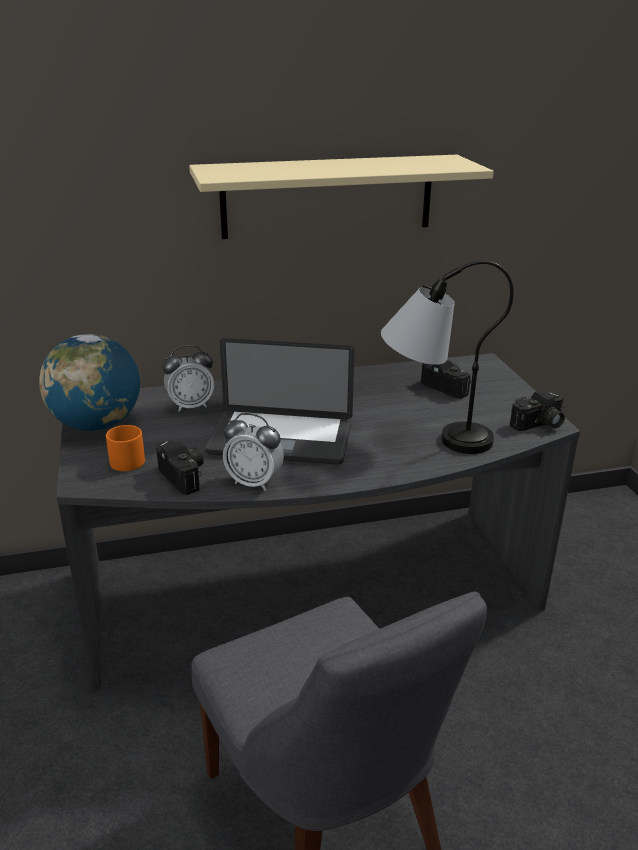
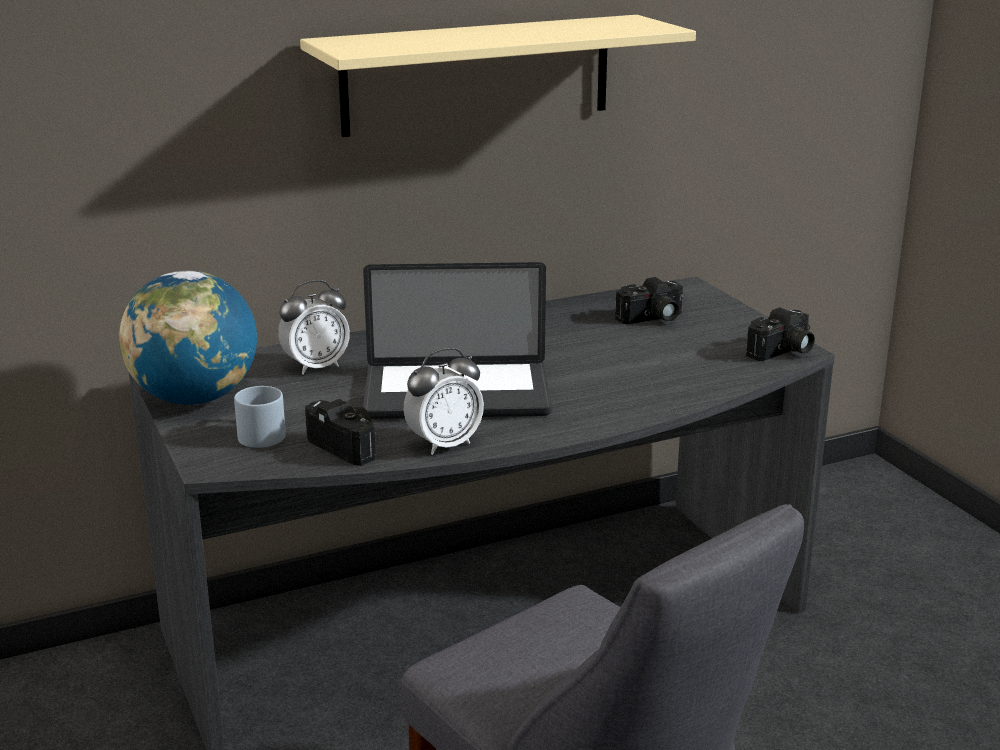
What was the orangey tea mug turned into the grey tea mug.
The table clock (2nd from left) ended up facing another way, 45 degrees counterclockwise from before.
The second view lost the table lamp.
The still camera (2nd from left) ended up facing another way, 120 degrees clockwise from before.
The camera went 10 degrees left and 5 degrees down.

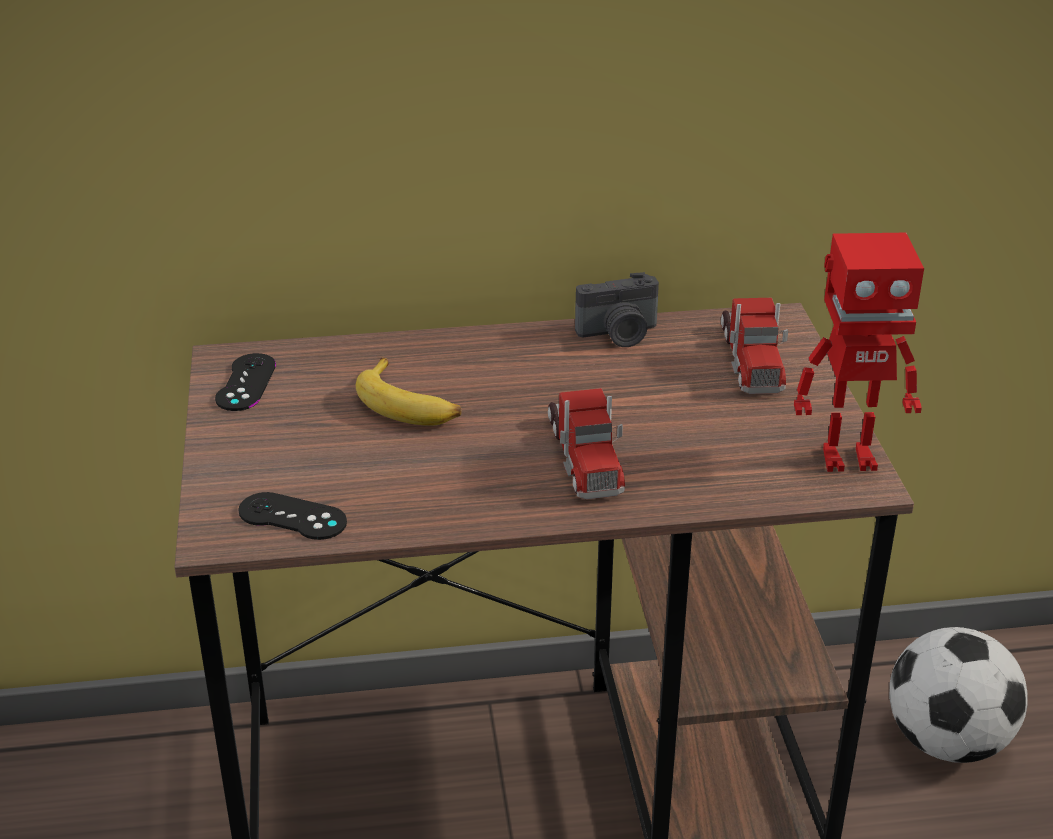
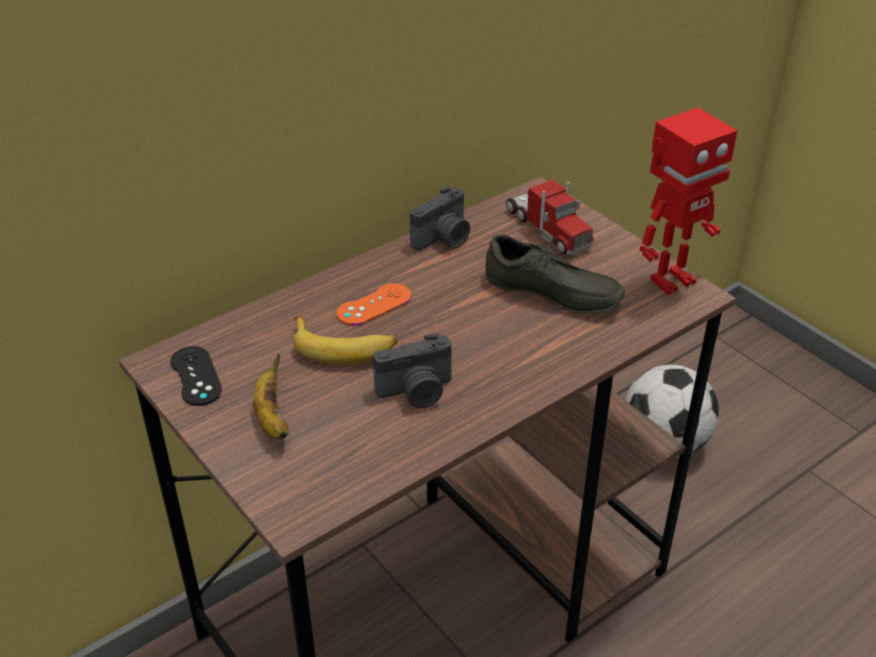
The second view lost the black joypad (2nd from left).
The second view lost the toy lorry (1st from left).
The second view gained the banana fruit (1st from left).
The second view gained the orangey joypad.
The second view gained the still camera (1st from left).
The second view gained the grey shoe.
The camera went 30 degrees left and 5 degrees up.

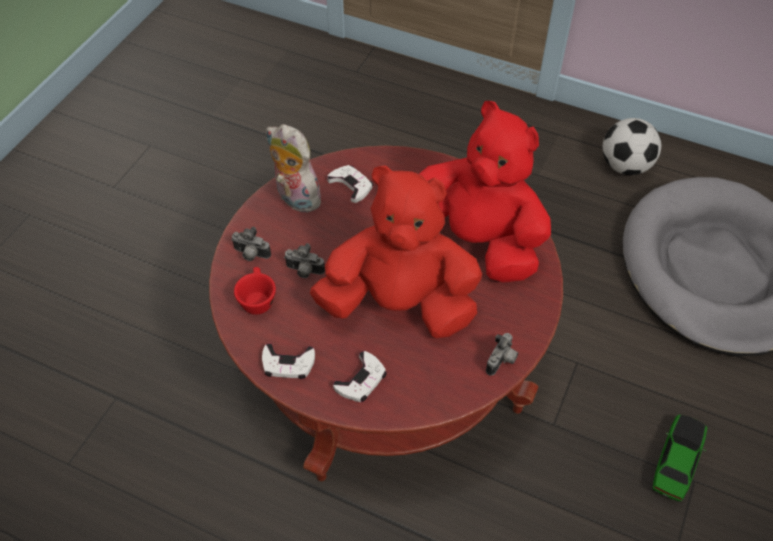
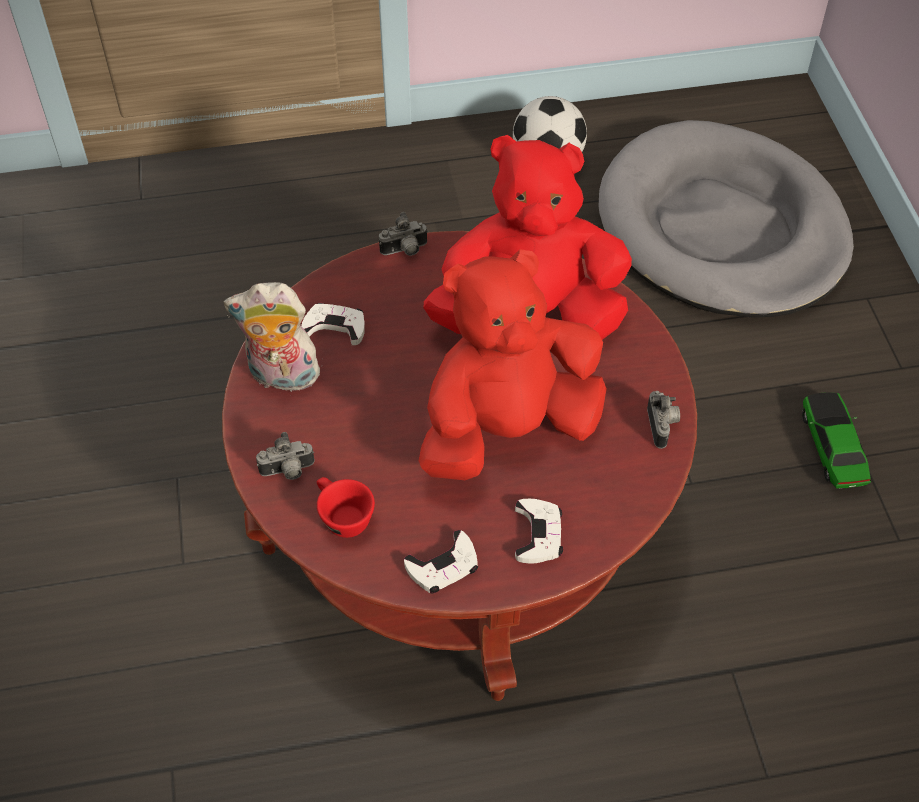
The still camera (2nd from left) ended up elsewhere.
The camera went 35 degrees left and 0 degrees up.

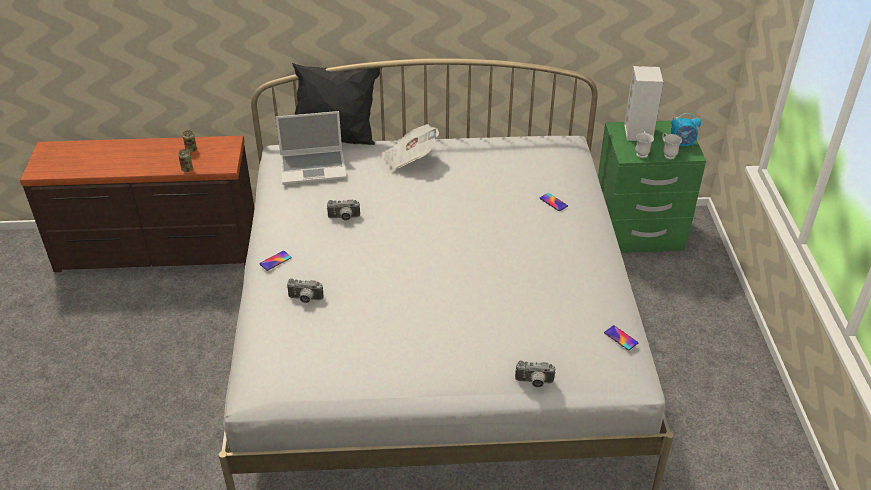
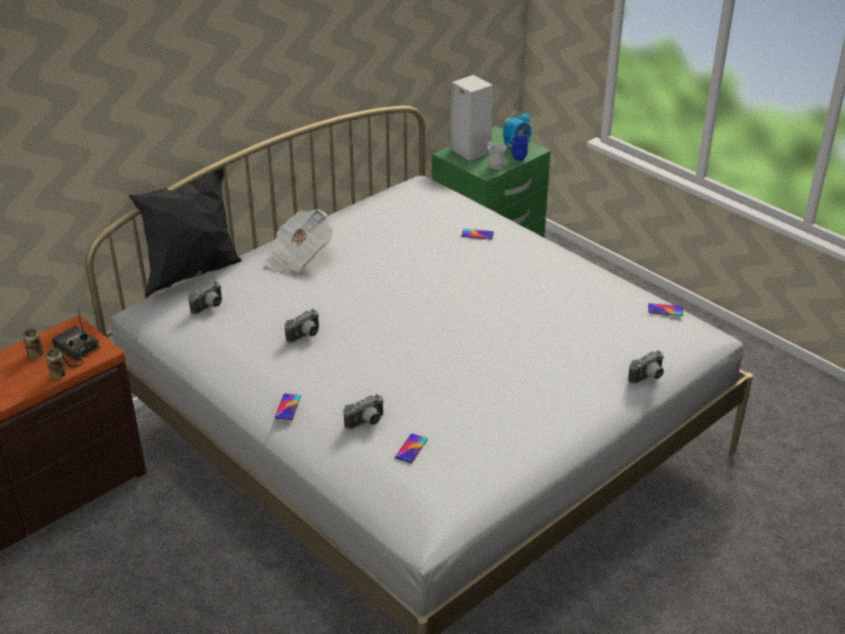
Where the notebook computer stood, the still camera (1st from left) came to stand.
What was the whitish tea mug (2nd from left) turned into the blue-coloured tea mug.
The second view gained the radio set.
The second view gained the phone (2nd from left).
The camera went 40 degrees left and 5 degrees down.

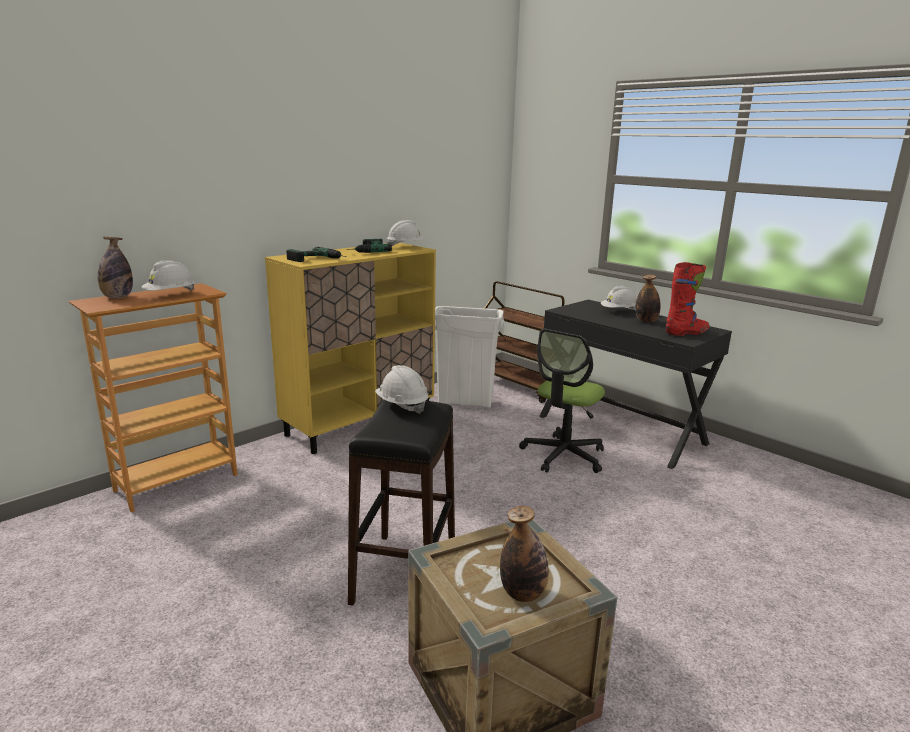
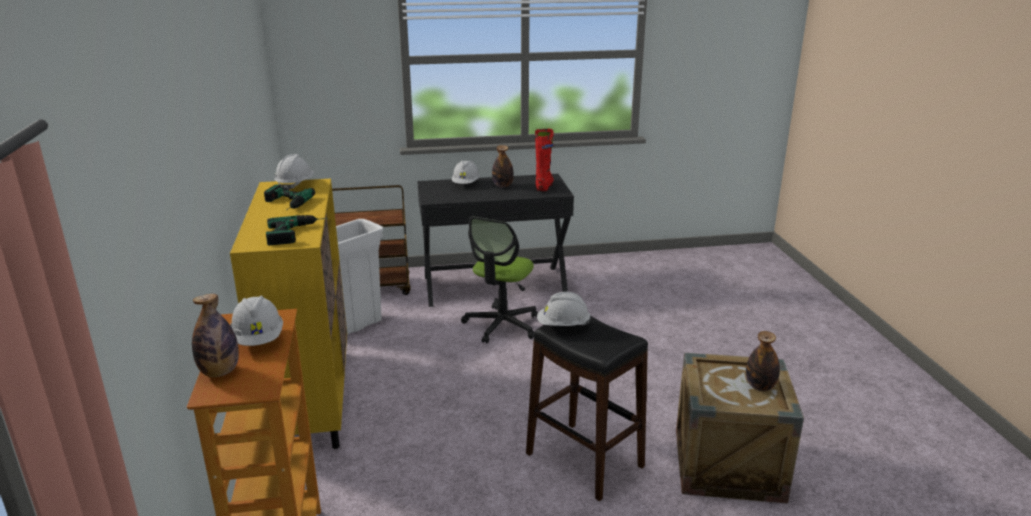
The desk chair ended up facing another way, 45 degrees clockwise from before.
The camera went 55 degrees left and 5 degrees up.

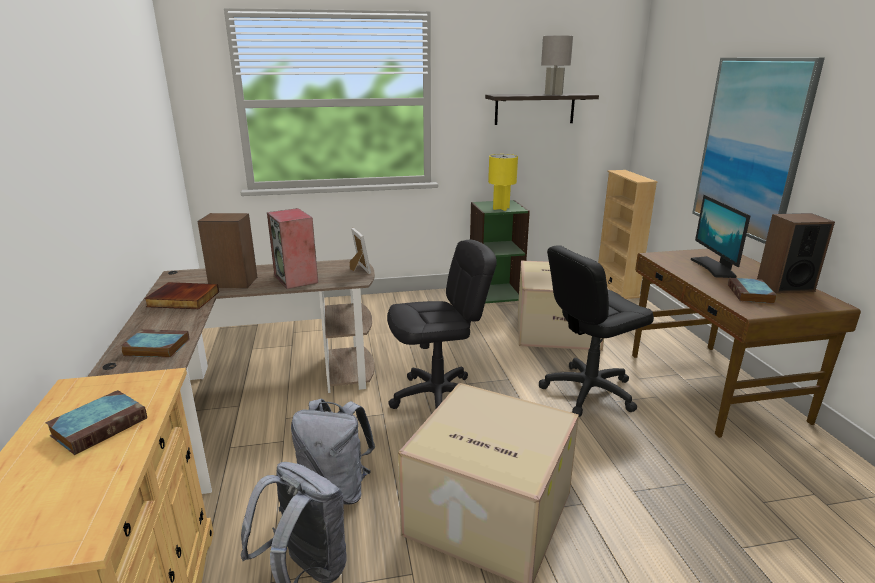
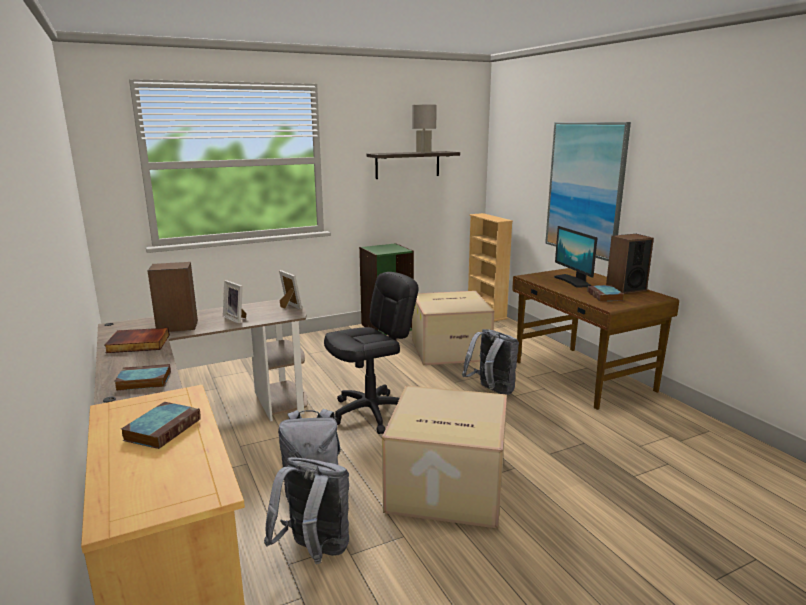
Where the speaker (2nd from left) stood, the picture frame (1st from left) came to stand.
The second view lost the yellowish table lamp.
Where the black desk chair (2nd from left) stood, the grey rucksack (3rd from left) came to stand.
The camera went 15 degrees left and 5 degrees down.

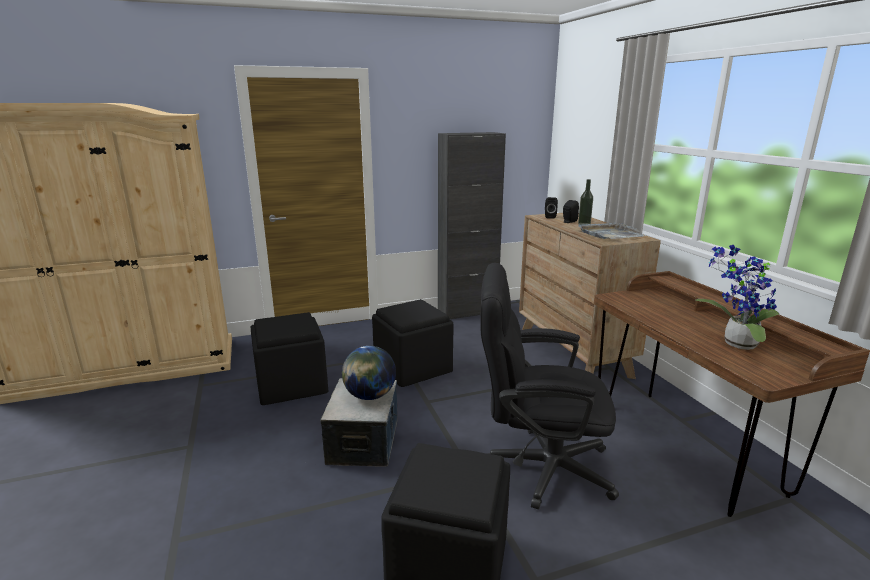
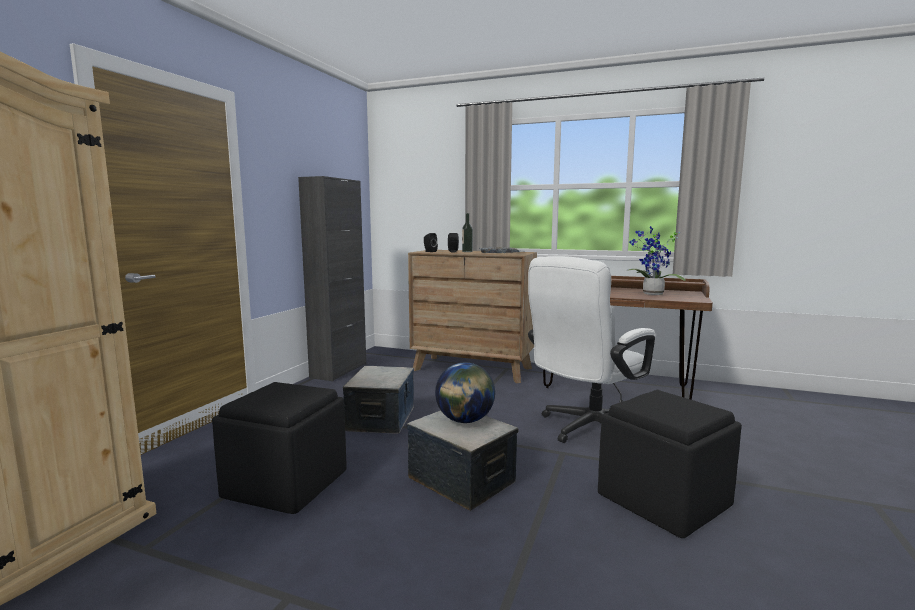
Where the black ottoman (2nd from left) stood, the storage container (1st from left) came to stand.
What was the black desk chair turned into the whitish desk chair.
The camera went 50 degrees left and 10 degrees down.

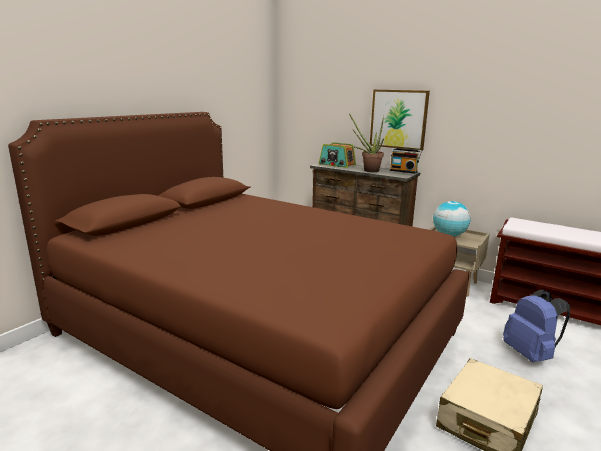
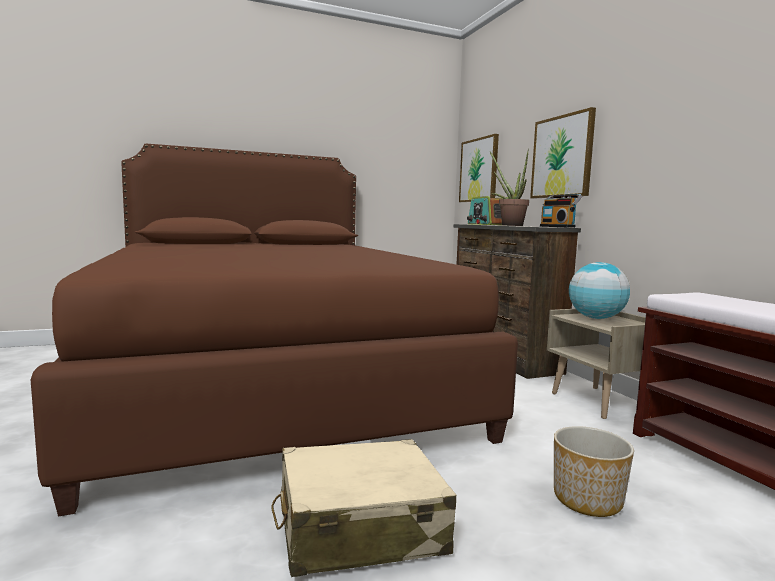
Where the blue-coloured rucksack stood, the flower pot came to stand.
The second view gained the picture (1st from left).
The camera went 35 degrees right and 10 degrees down.

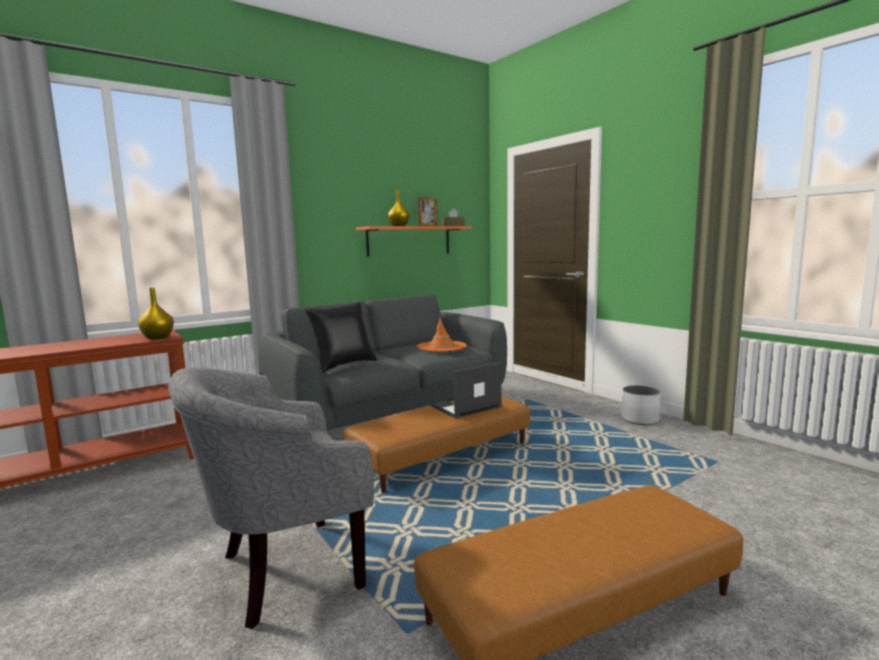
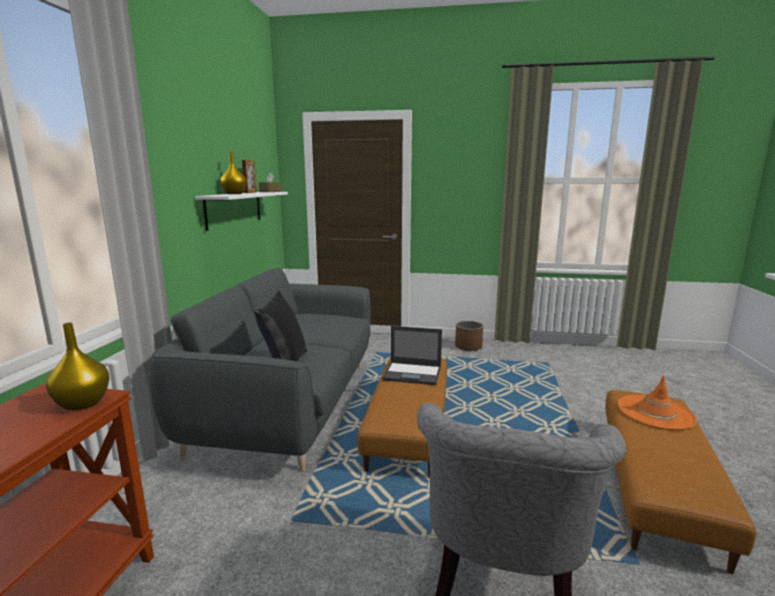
What was the orangey shelf turned into the whitish shelf.
The orangey hat ended up elsewhere.
The notebook computer ended up facing another way, 90 degrees counterclockwise from before.
What was the whitish flower pot turned into the brown flower pot.
The camera went 45 degrees left and 5 degrees up.

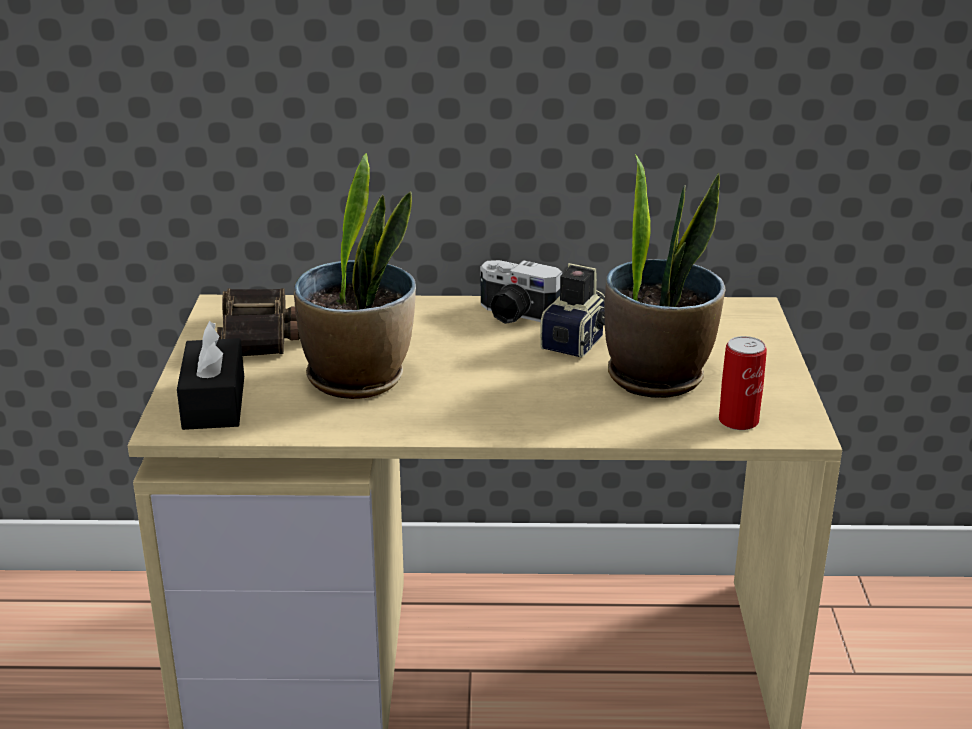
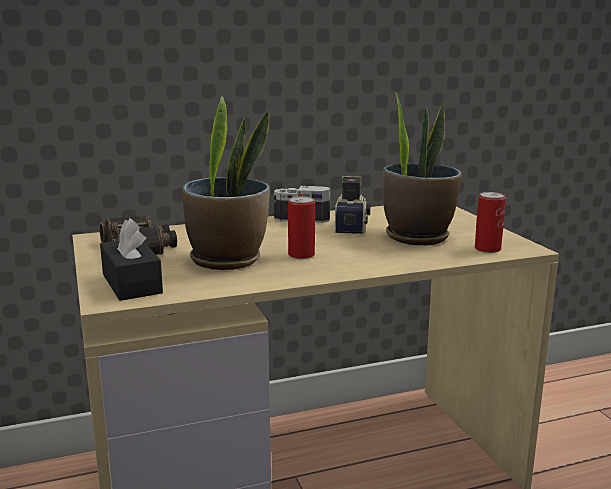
The second view gained the metal can (1st from left).
The camera went 20 degrees left and 10 degrees down.

